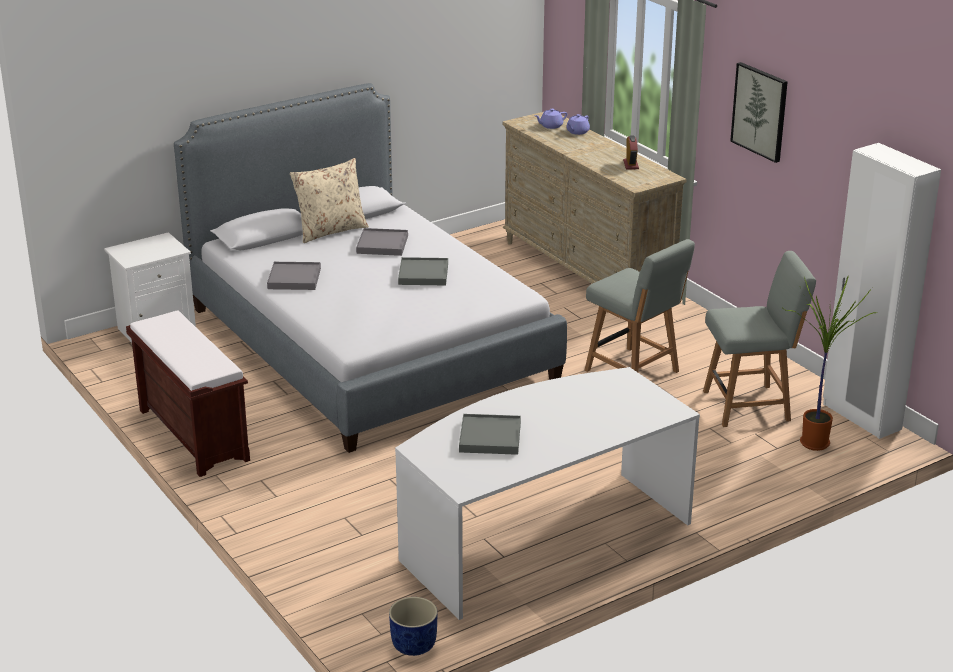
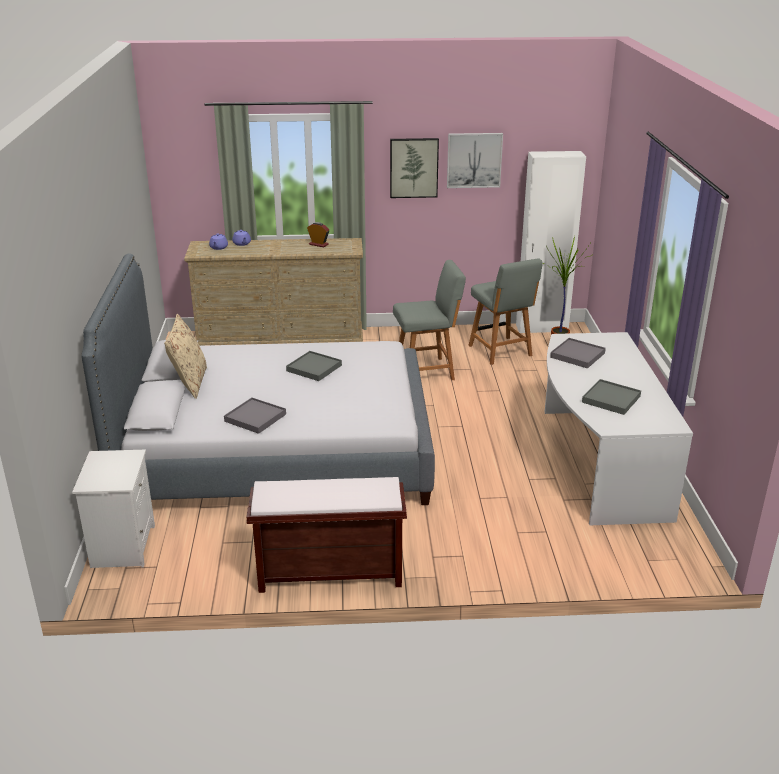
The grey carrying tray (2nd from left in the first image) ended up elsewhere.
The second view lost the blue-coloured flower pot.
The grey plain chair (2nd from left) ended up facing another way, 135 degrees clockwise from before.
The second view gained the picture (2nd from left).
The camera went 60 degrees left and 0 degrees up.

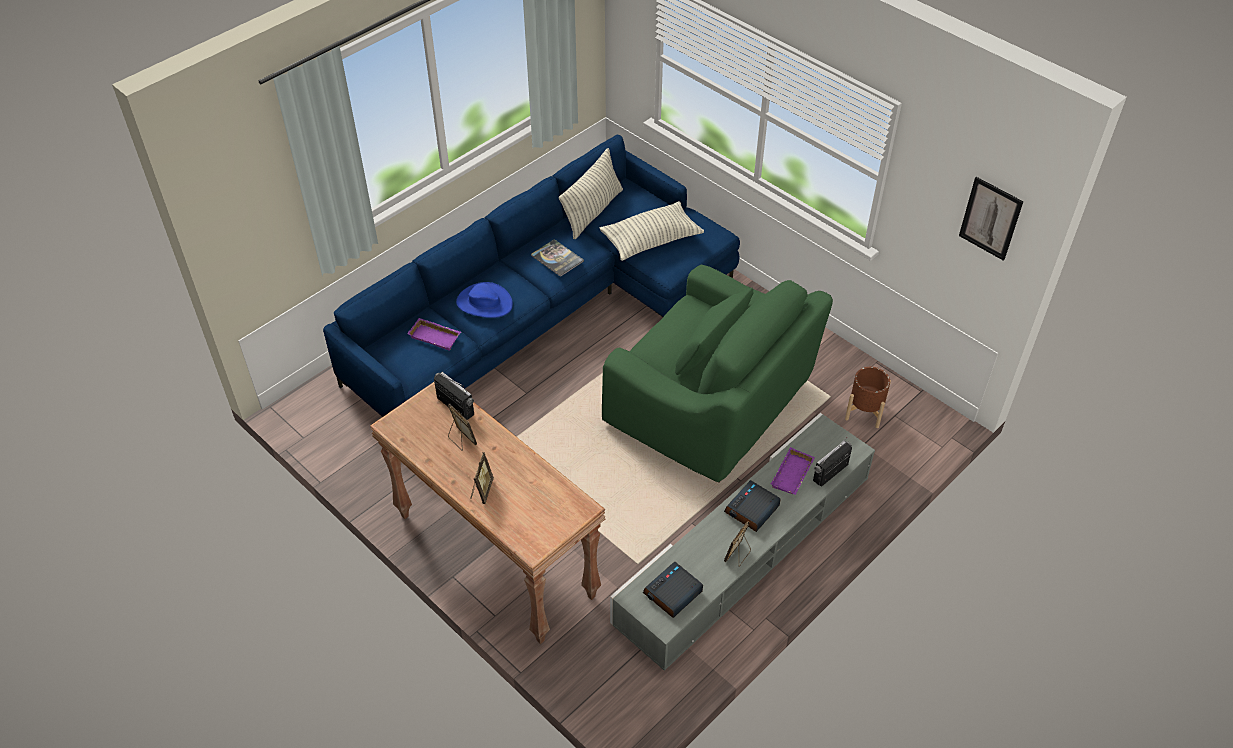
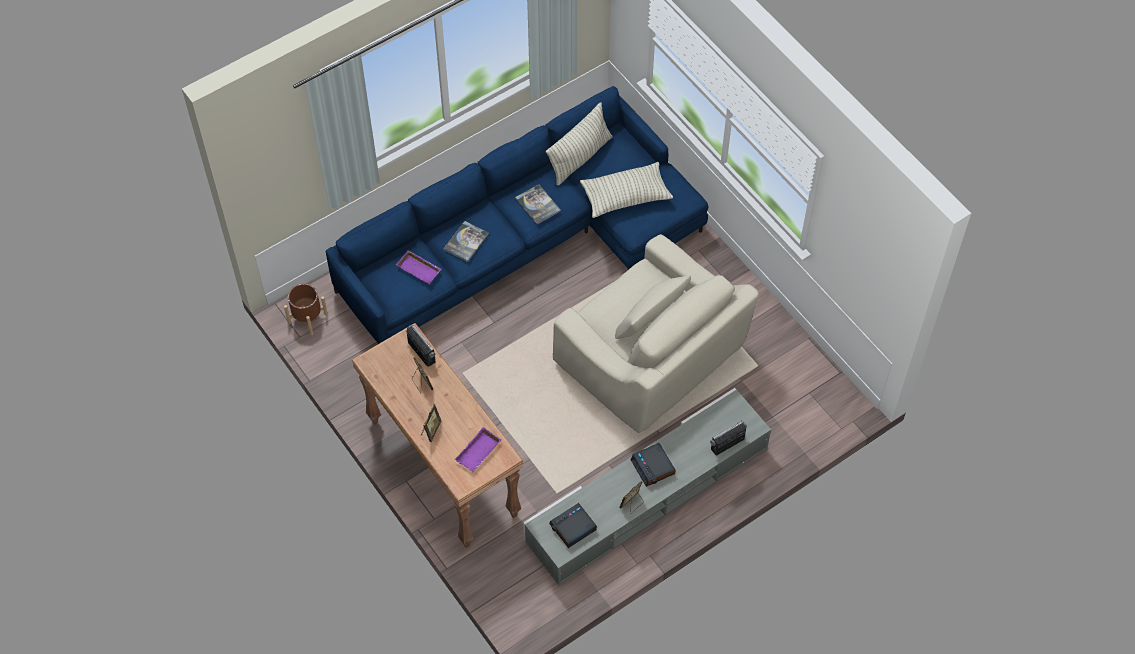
Where the blue-coloured hat stood, the volume (1st from left) came to stand.
What was the greenish lounge chair turned into the beige lounge chair.
The table clock (2nd from left) ended up facing another way, 75 degrees counterclockwise from before.
The purple-coloured carrying tray (2nd from left) ended up elsewhere.
The brown flower pot ended up elsewhere.
The second view lost the picture.
The camera went 10 degrees right and 10 degrees up.

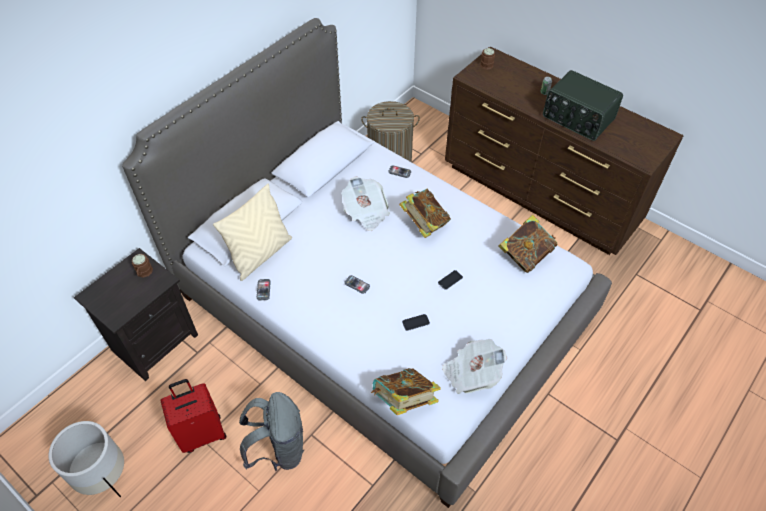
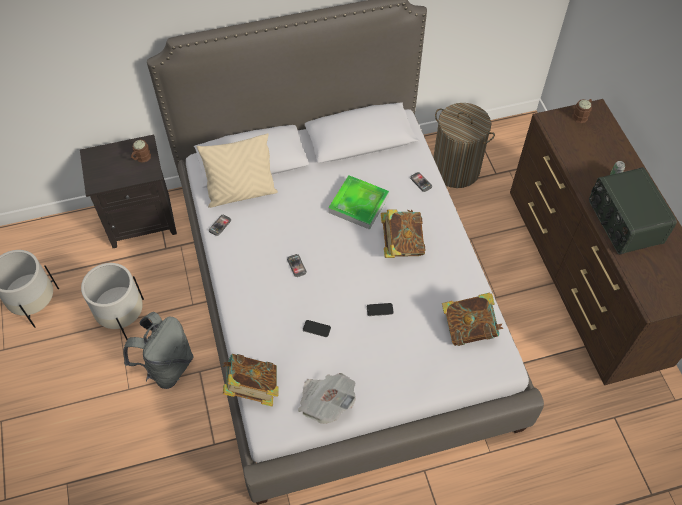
Where the red-coloured suitcase stood, the whitish flower pot (2nd from left) came to stand.
Where the printed paper (1st from left) stood, the carrying tray came to stand.
The camera went 35 degrees right and 5 degrees up.

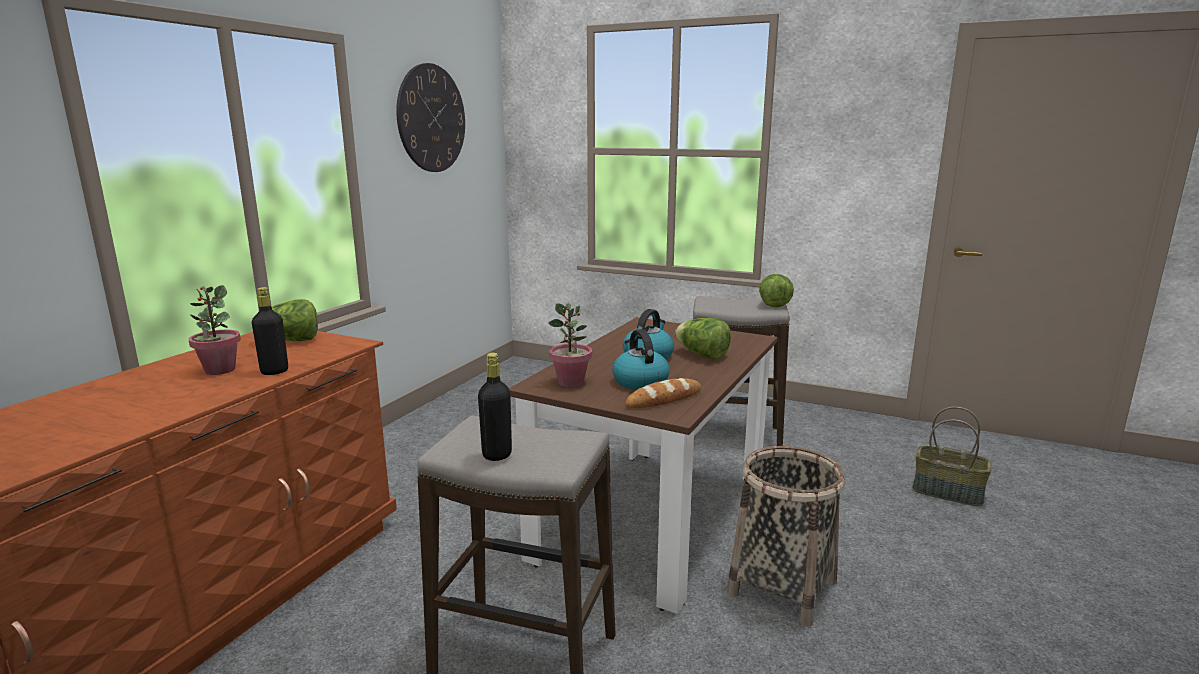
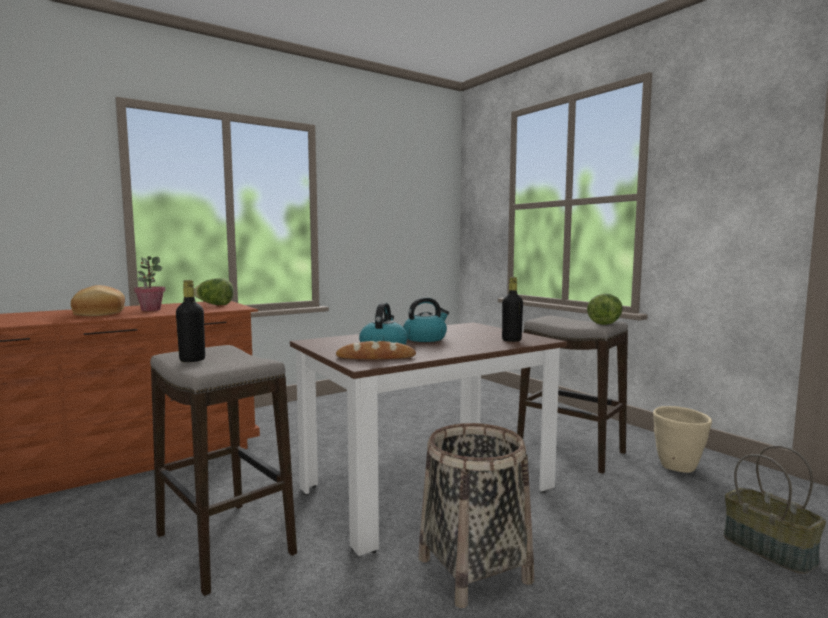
The black beverage bottle (1st from left in the first image) ended up elsewhere.
The second view lost the hanging clock.
The second view lost the potted plant (2nd from left).
The second view lost the head of lettuce (2nd from left).
The second view gained the bread (1st from left).
The second view gained the beige flower pot.
The camera went 30 degrees right and 10 degrees down.

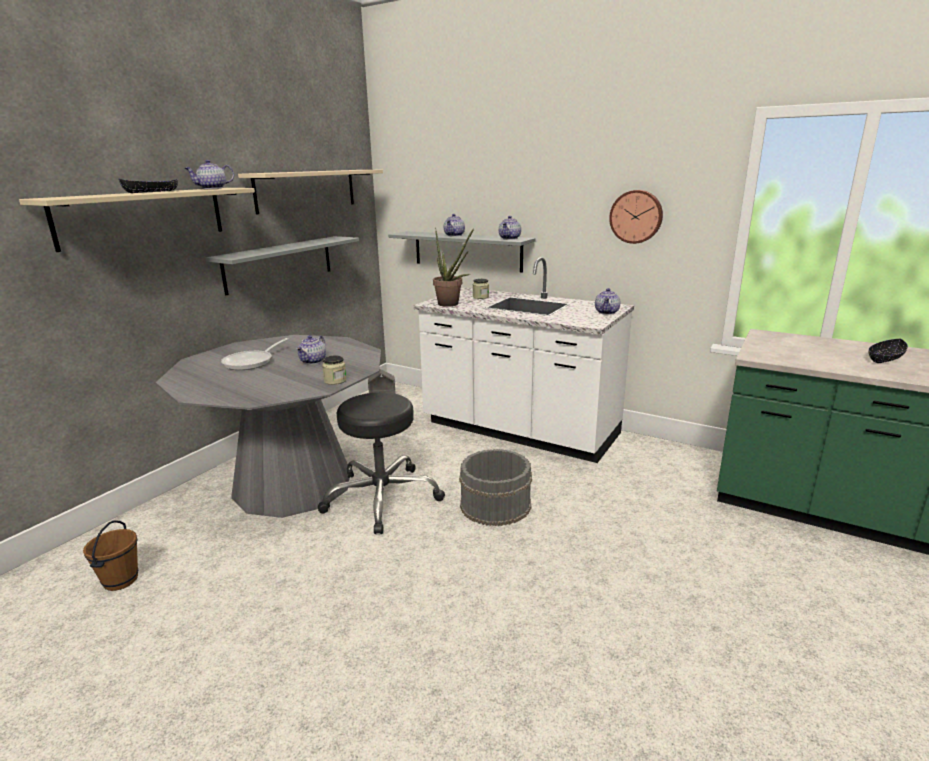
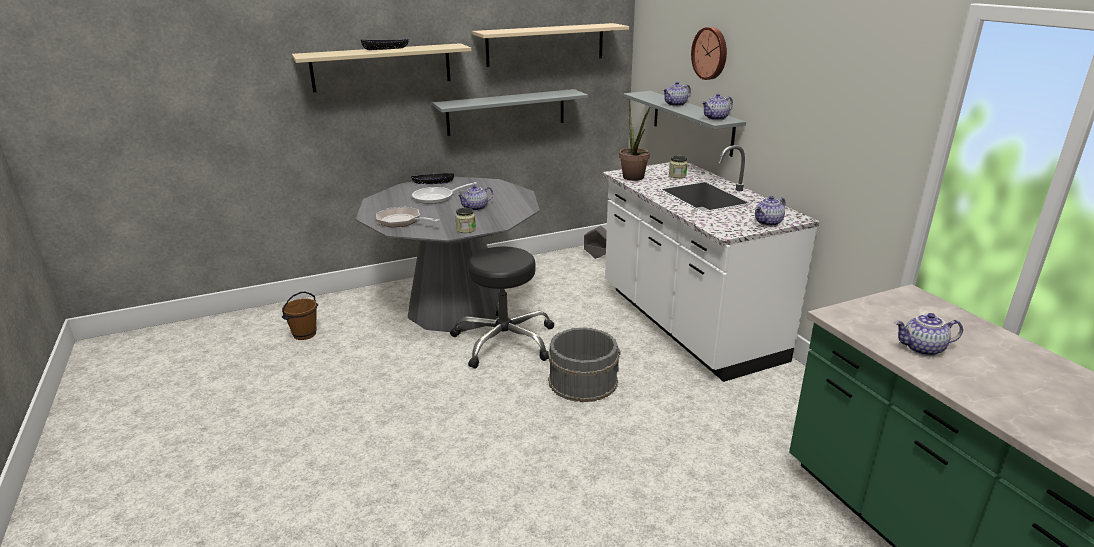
The tea pot (1st from left in the first image) ended up elsewhere.
The hanging clock ended up elsewhere.
The black bowl (2nd from left) ended up elsewhere.
The second view gained the pan (1st from left).
The camera went 35 degrees right and 5 degrees up.

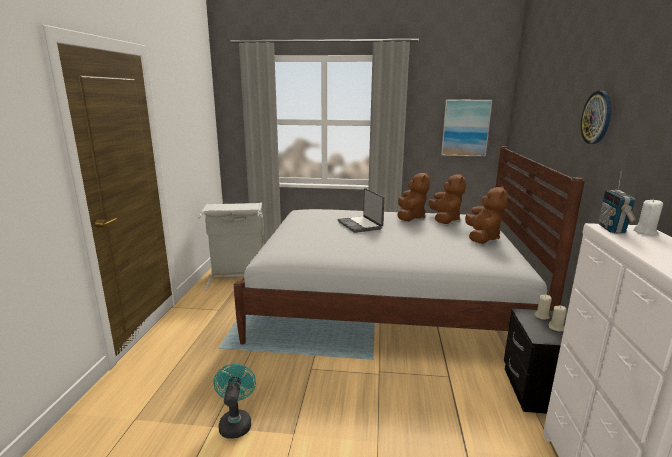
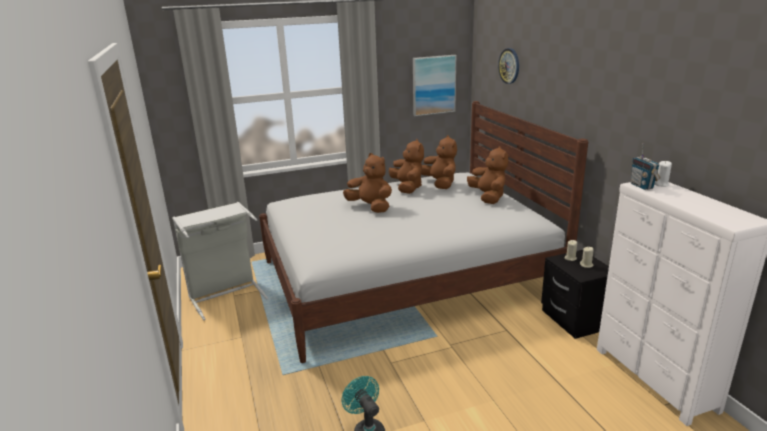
Where the notebook computer stood, the brown soft toy (1st from left) came to stand.
The hanging clock ended up elsewhere.
The camera went 25 degrees left and 5 degrees up.

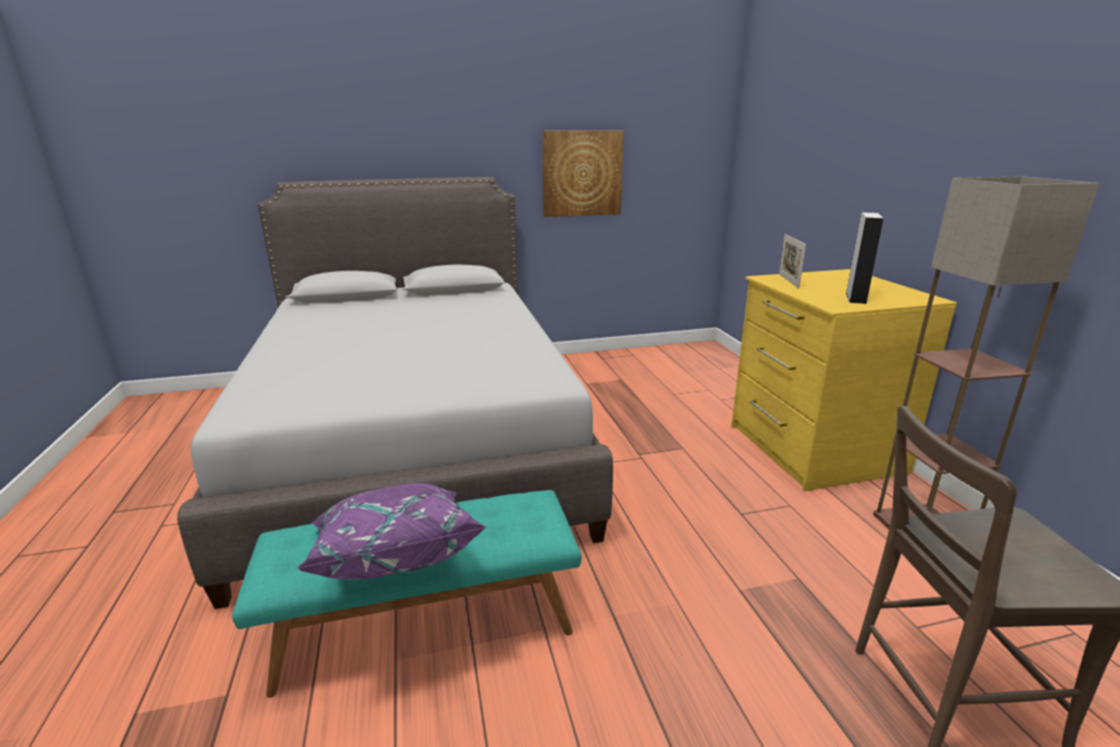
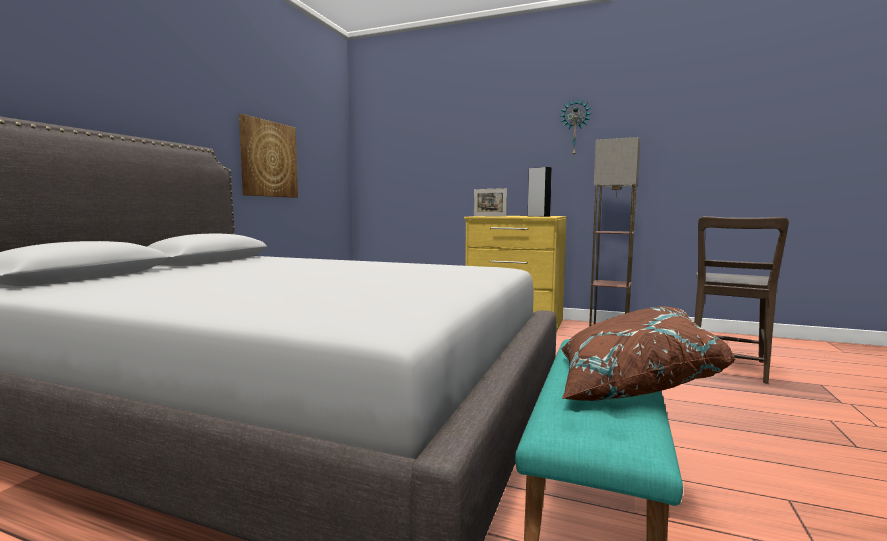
What was the purple-coloured cushion turned into the brown cushion.
The second view gained the hanging clock.
The camera went 55 degrees left and 15 degrees down.

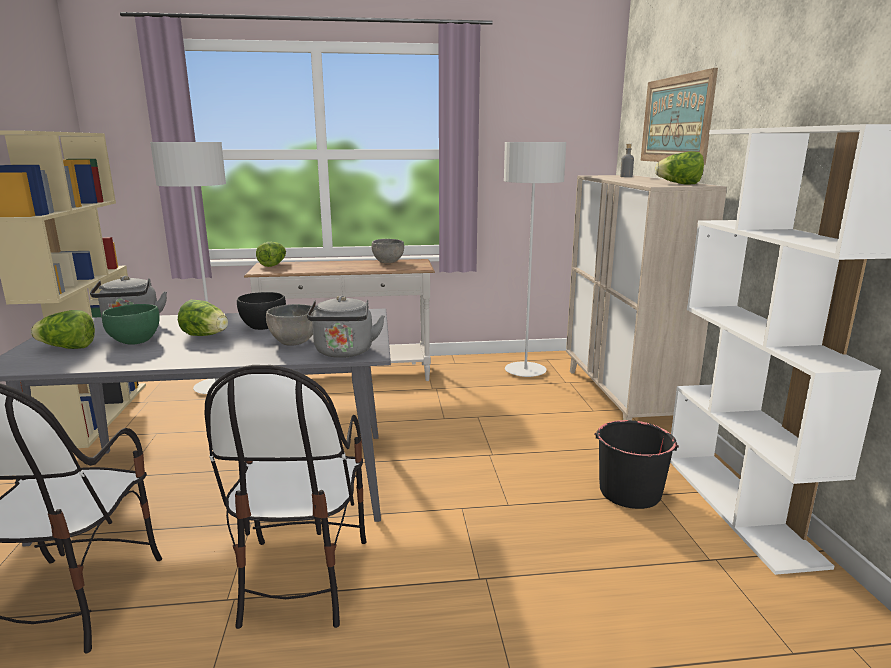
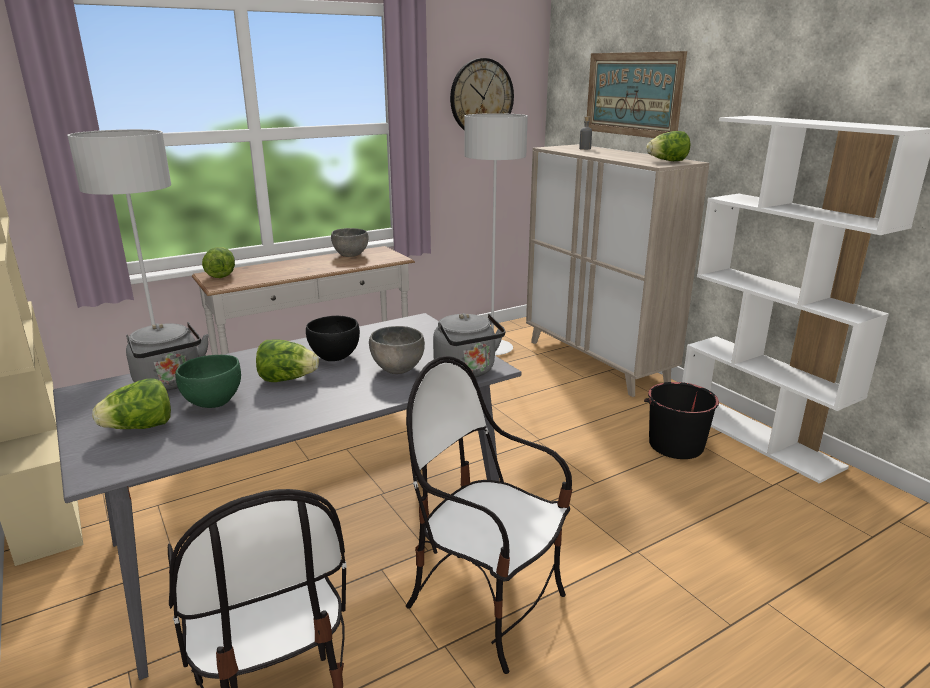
The plain chair (2nd from left) ended up facing another way, 150 degrees clockwise from before.
The second view gained the hanging clock.
The camera went 25 degrees left and 5 degrees up.

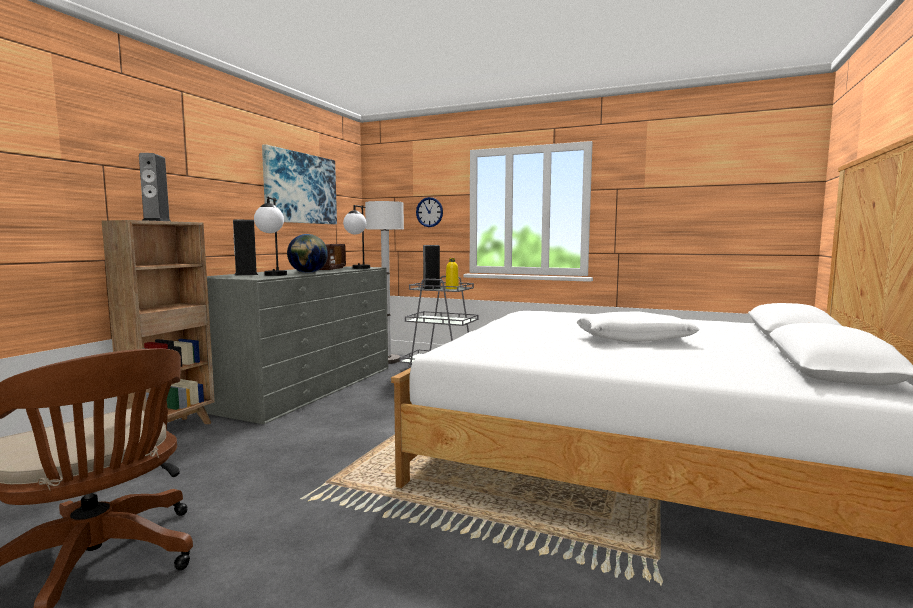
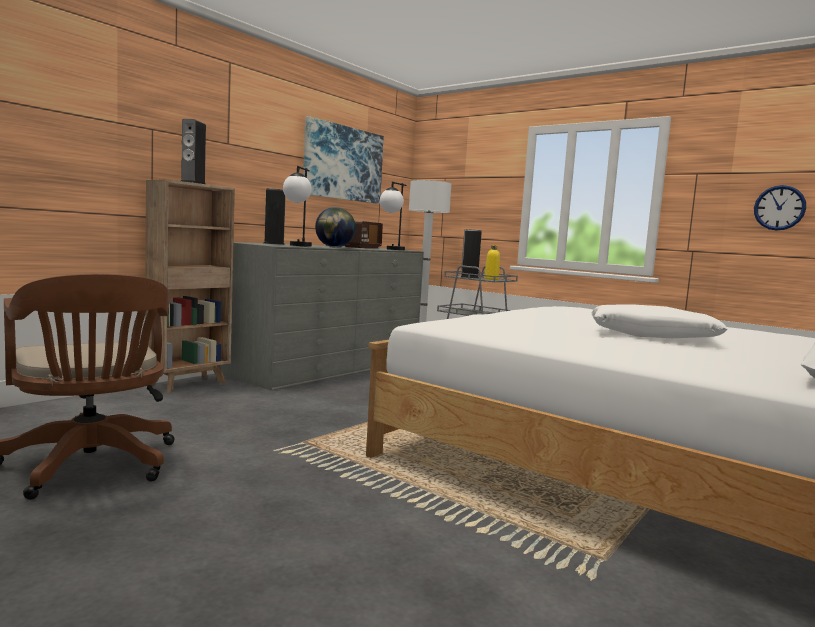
The hanging clock ended up elsewhere.
The camera went 15 degrees right and 0 degrees up.

